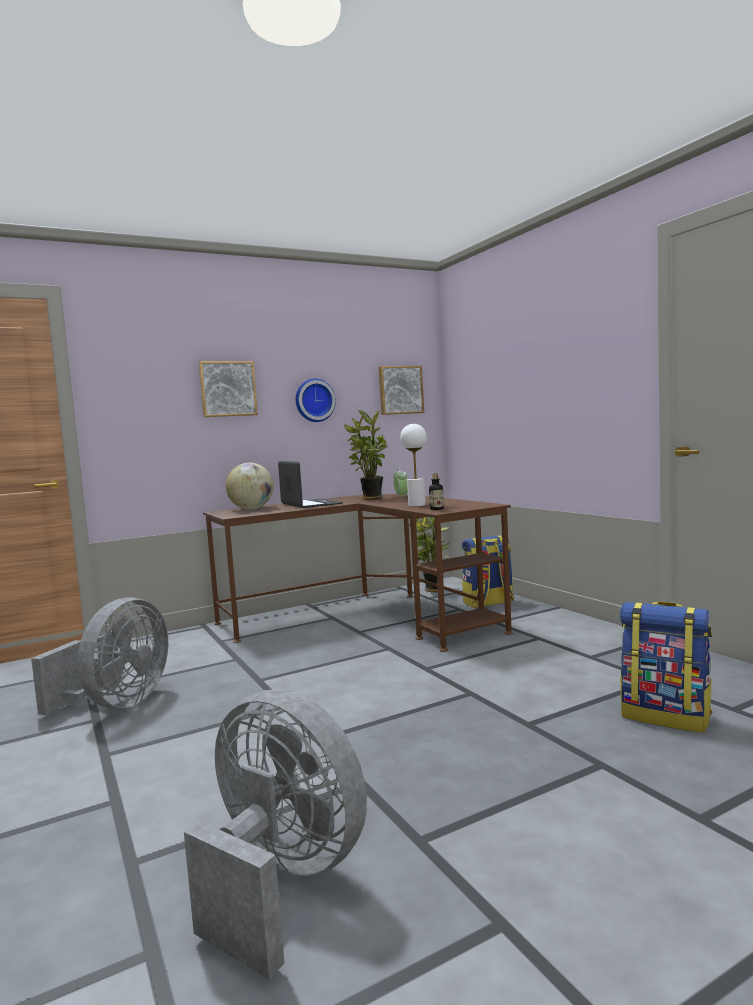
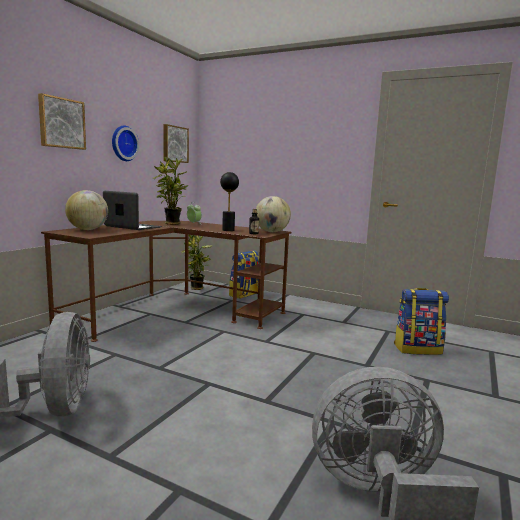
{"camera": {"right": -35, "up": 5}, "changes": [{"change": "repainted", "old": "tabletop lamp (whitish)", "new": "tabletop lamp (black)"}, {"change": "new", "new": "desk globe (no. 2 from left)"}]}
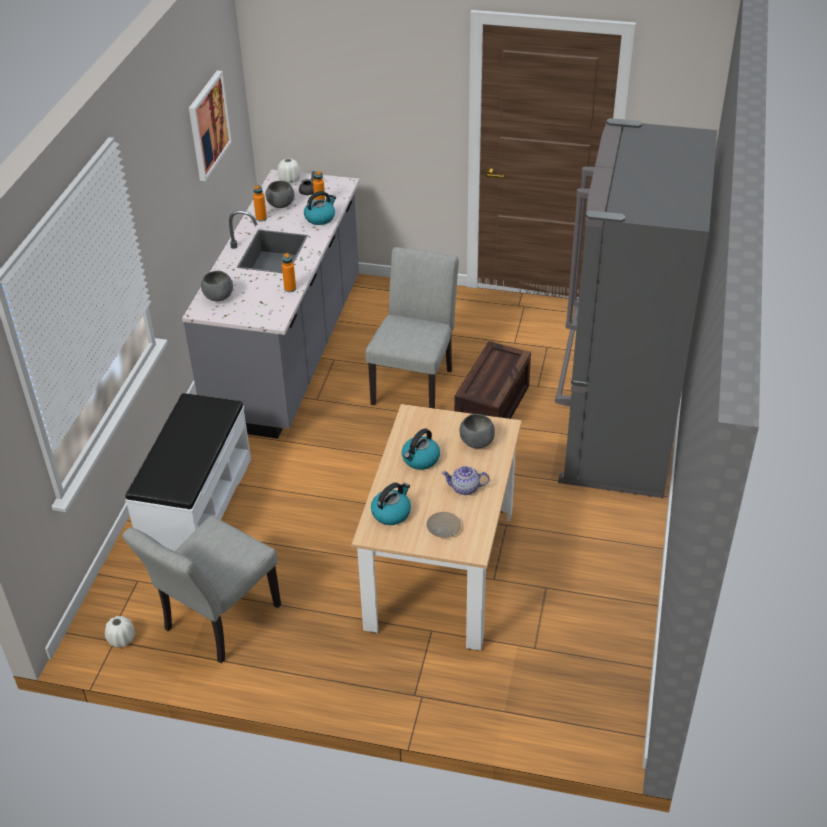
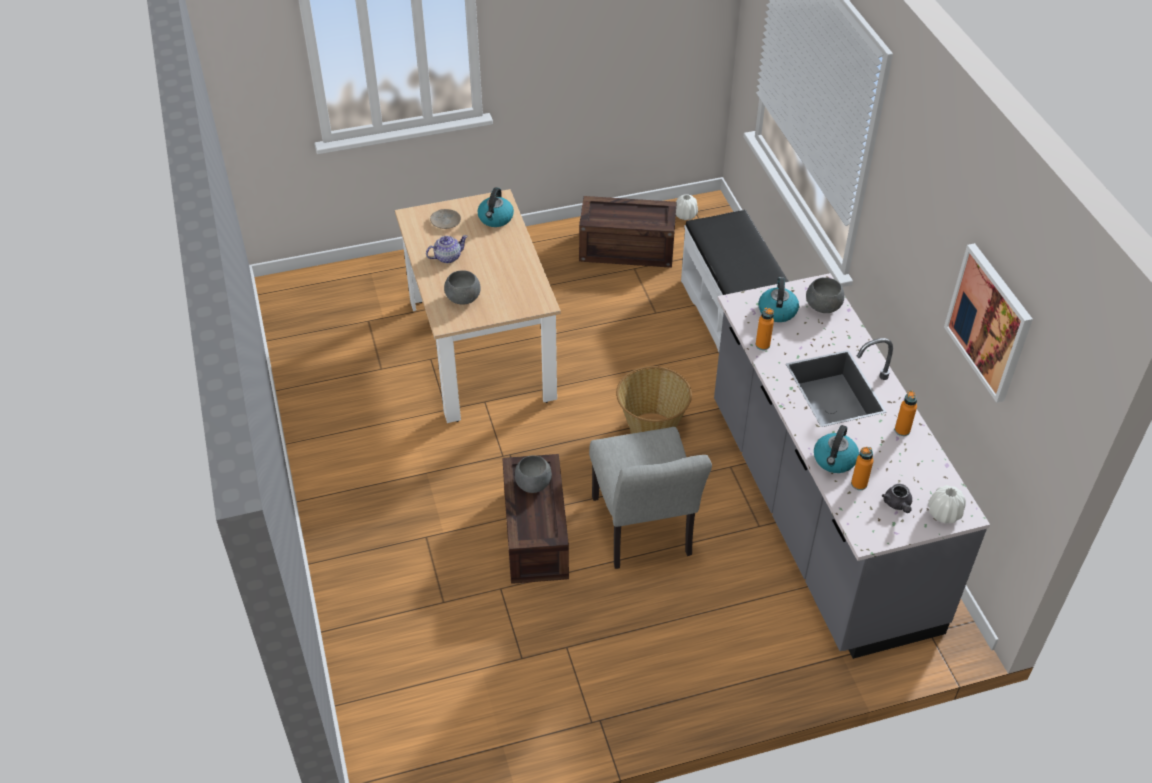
{"camera": {"right": 150, "up": 5}, "changes": [{"change": "swapped", "old": "plain chair (gray) (no. 1 from left)", "new": "shipping crate (no. 2 from left)"}, {"change": "shifted", "old": "deep dish (gray) (no. 2 from left)"}, {"change": "shifted", "old": "kettle (no. 3 from left in the first image)", "new": "kettle (no. 2 from left)"}, {"change": "gone", "old": "refrigerator (gray)"}, {"change": "new", "new": "household basket"}]}
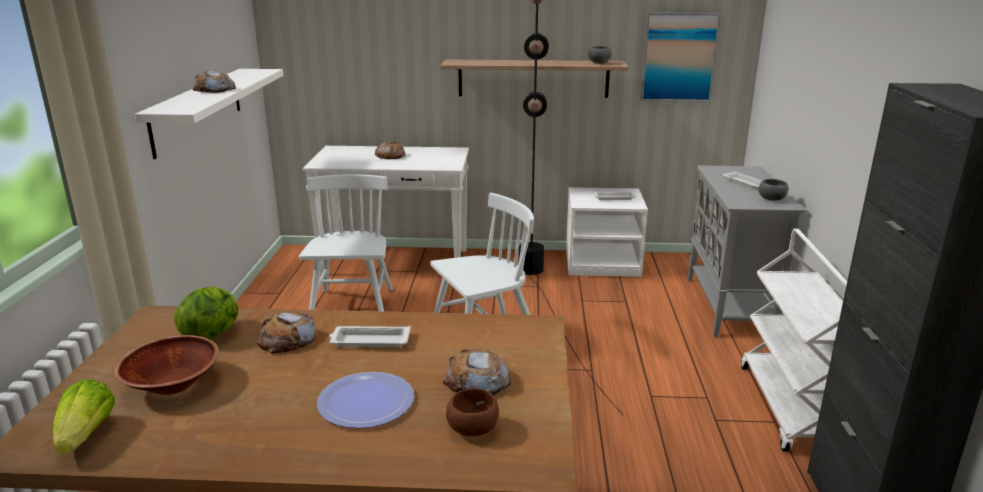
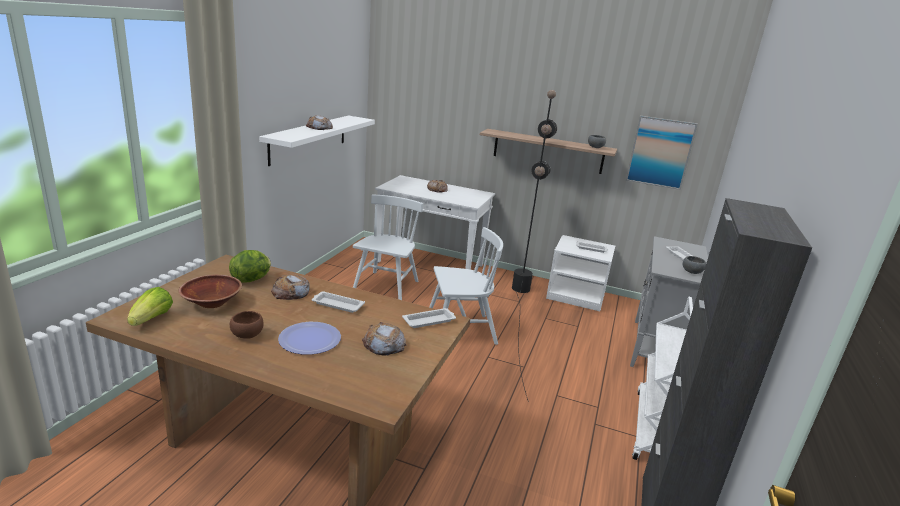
{"camera": {"right": 15, "up": 0}, "changes": [{"change": "shifted", "old": "deep dish (brown) (no. 2 from left)"}, {"change": "new", "new": "tray (whitish) (no. 2 from left)"}]}
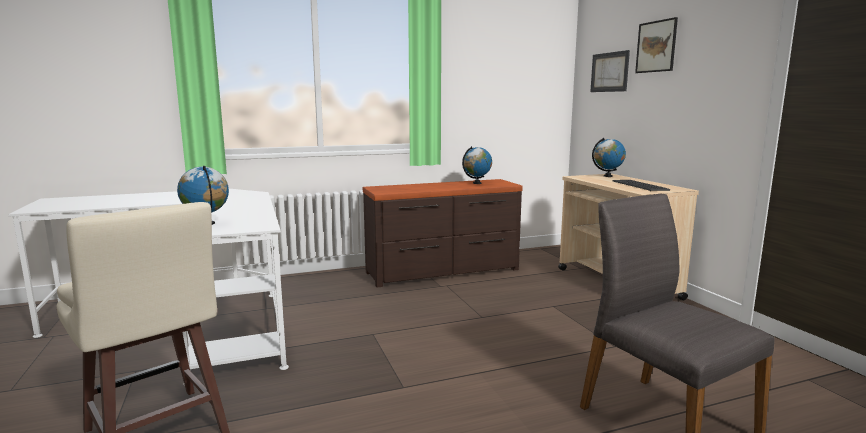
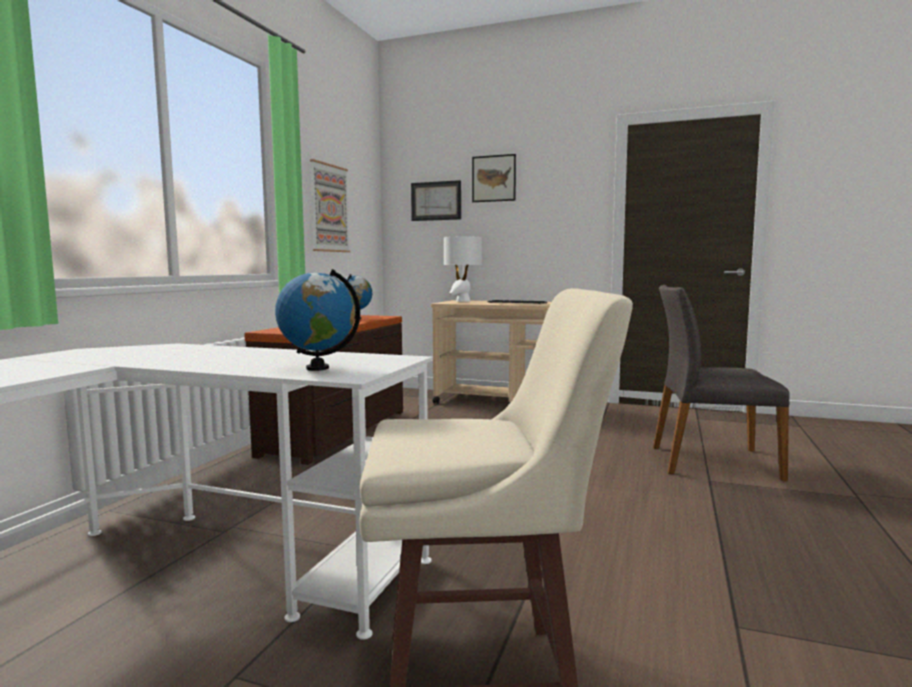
{"camera": {"right": -50, "up": -5}, "changes": [{"change": "swapped", "old": "desk globe (no. 3 from left)", "new": "tabletop lamp (whitish)"}, {"change": "new", "new": "wall art (no. 1 from left)"}]}
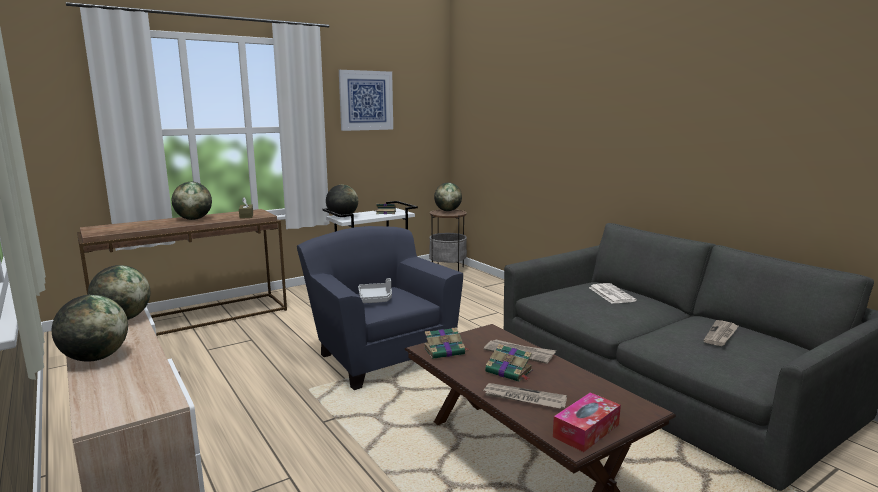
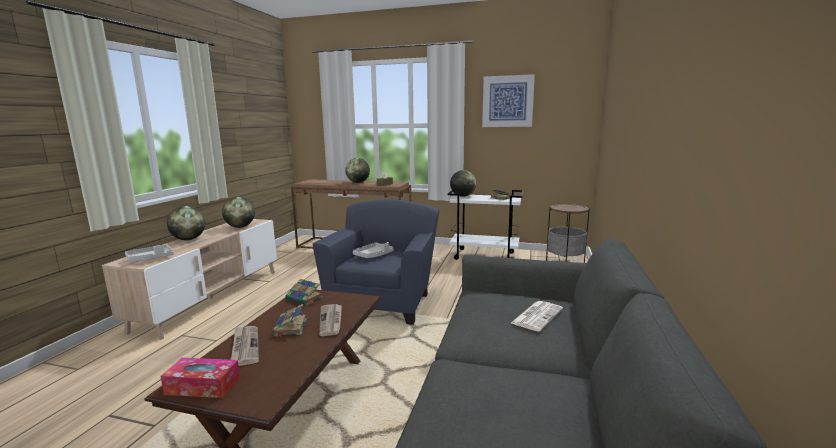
{"camera": {"right": 50, "up": 0}, "changes": [{"change": "gone", "old": "desk globe (no. 5 from left)"}, {"change": "gone", "old": "printed paper (no. 4 from left)"}, {"change": "new", "new": "tray (gray) (no. 1 from left)"}]}
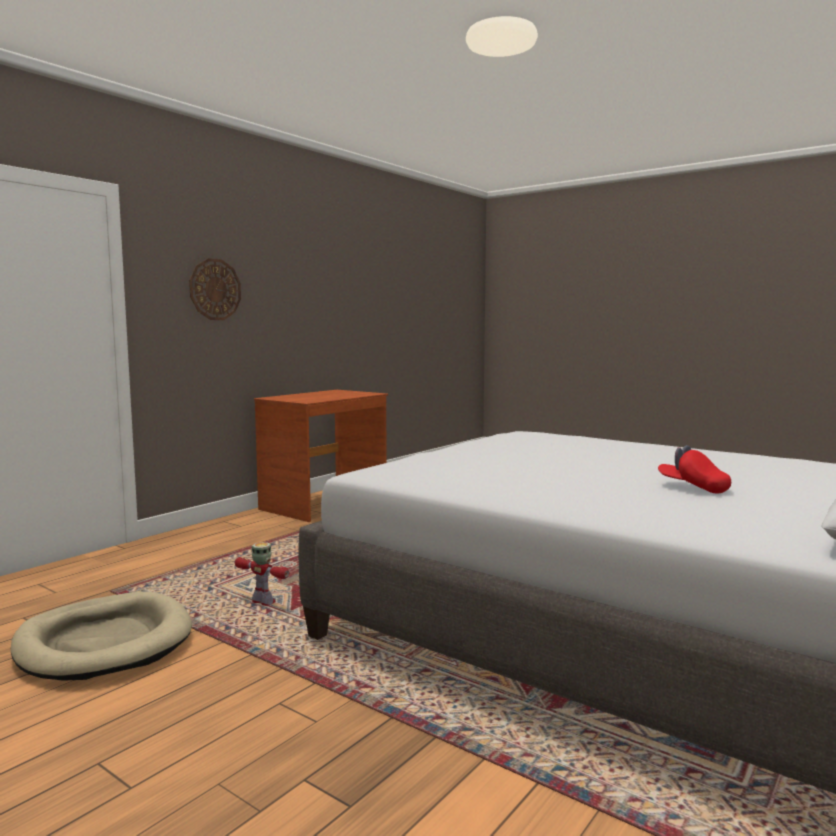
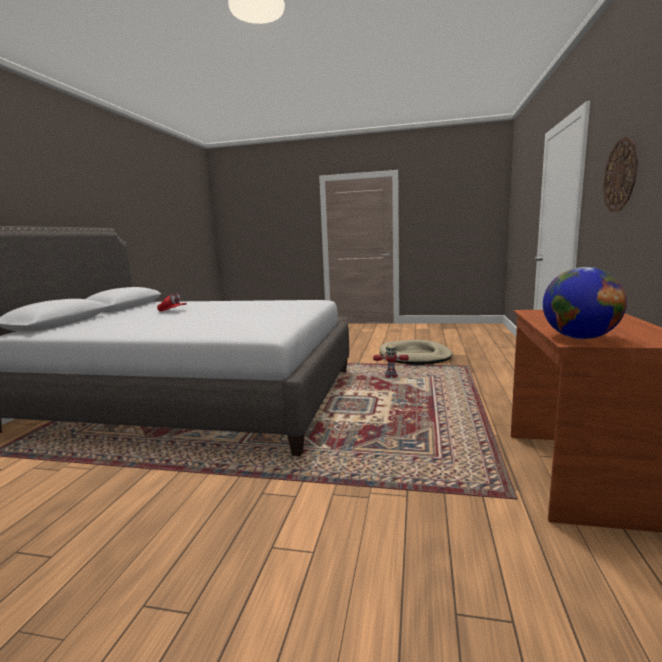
{"camera": {"right": 155, "up": 5}, "changes": [{"change": "new", "new": "desk globe"}]}
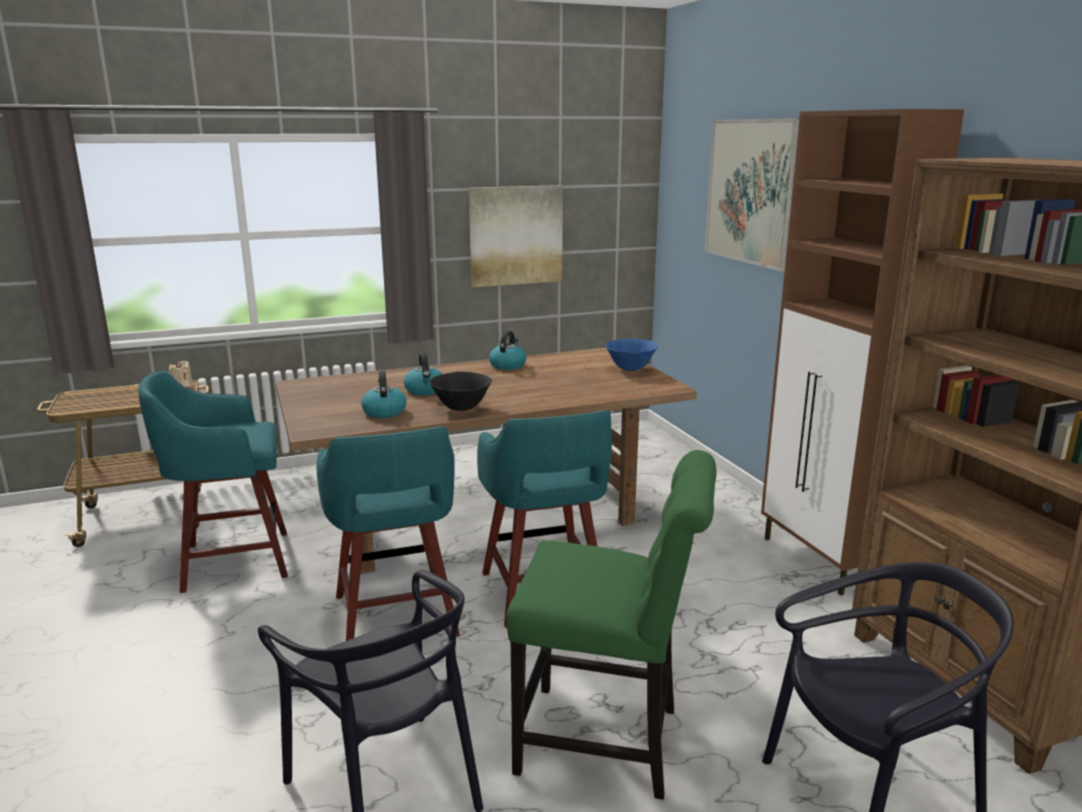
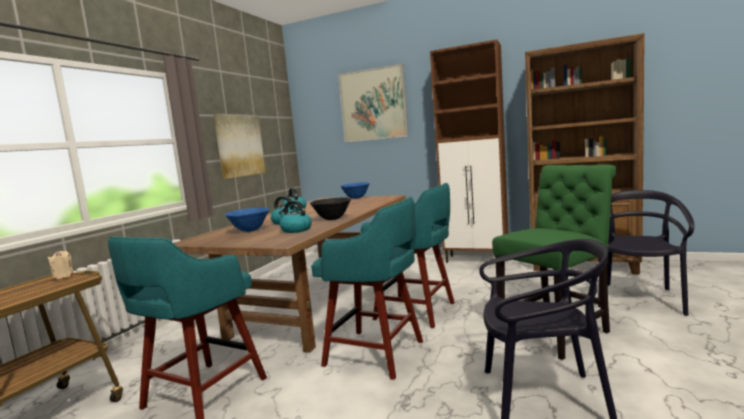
{"camera": {"right": -45, "up": -10}, "changes": [{"change": "new", "new": "deep dish (blue) (no. 1 from left)"}]}
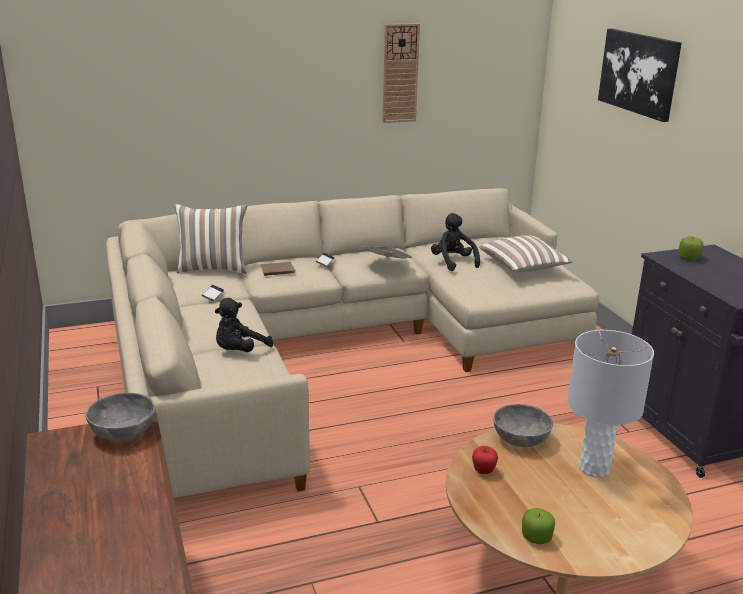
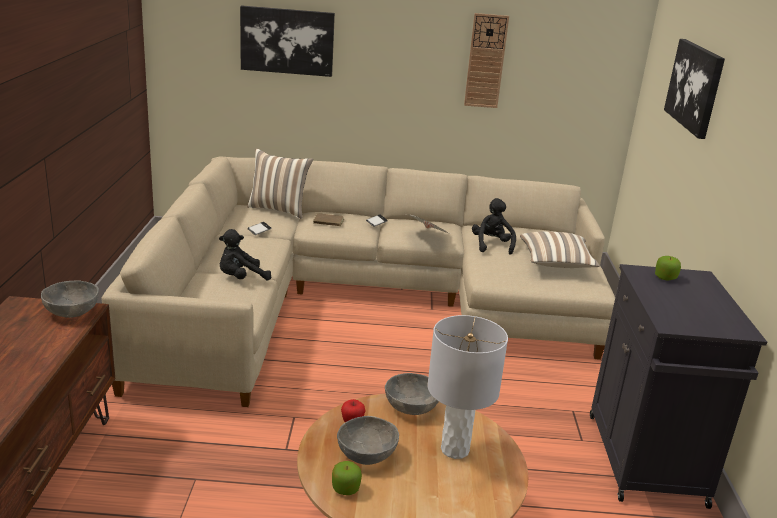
{"camera": {"right": 20, "up": 0}, "changes": [{"change": "new", "new": "wall art (no. 1 from left)"}, {"change": "new", "new": "deep dish (gray) (no. 2 from left)"}]}
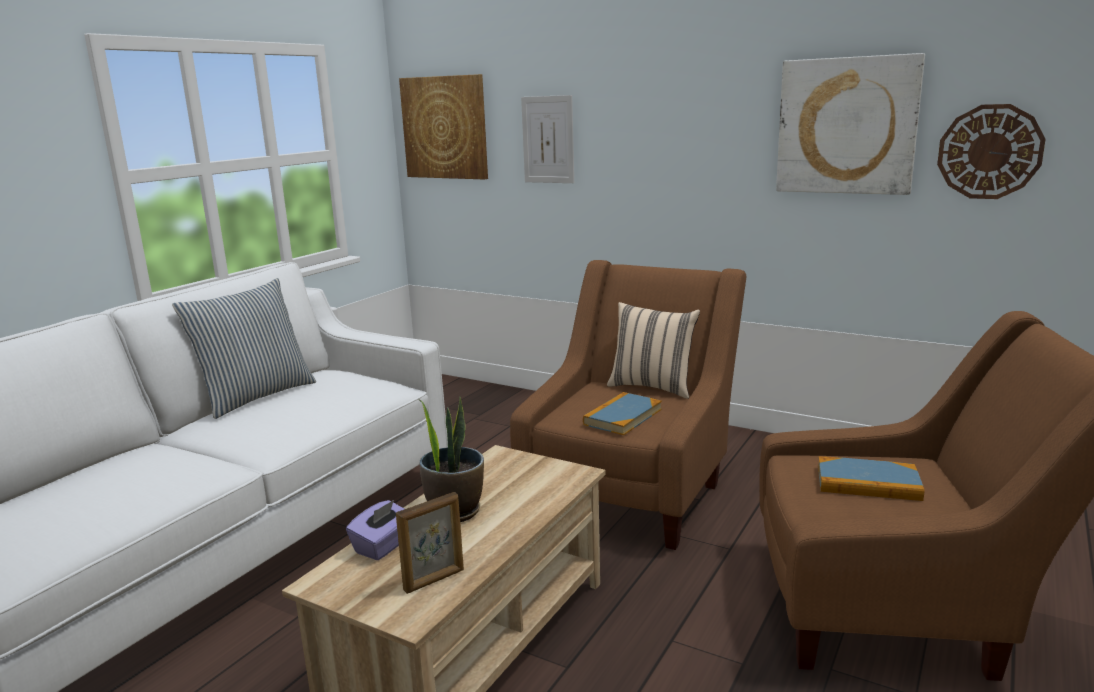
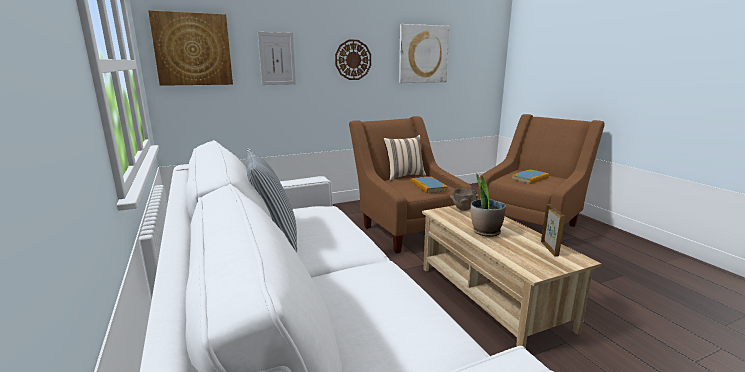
{"camera": {"right": -55, "up": 0}, "changes": [{"change": "gone", "old": "tissue holder (purple)"}, {"change": "shifted", "old": "hanging clock"}, {"change": "new", "new": "deep dish (brown)"}]}
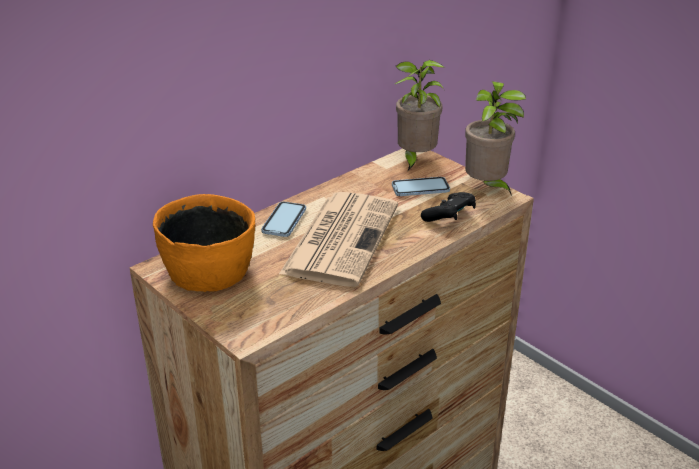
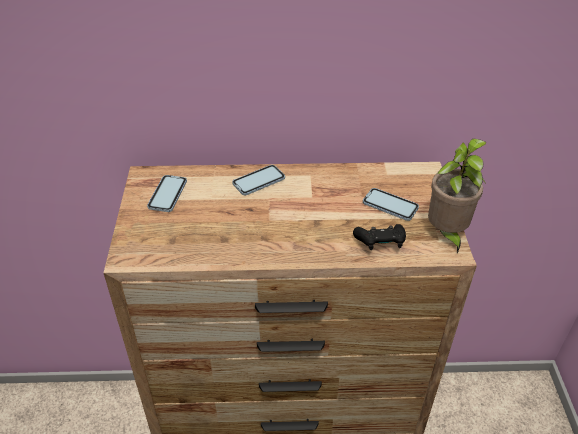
{"camera": {"right": 40, "up": 10}, "changes": [{"change": "swapped", "old": "deep dish (orangey)", "new": "handset (no. 1 from left)"}, {"change": "gone", "old": "printed paper"}, {"change": "gone", "old": "potted plant (no. 1 from left)"}]}
